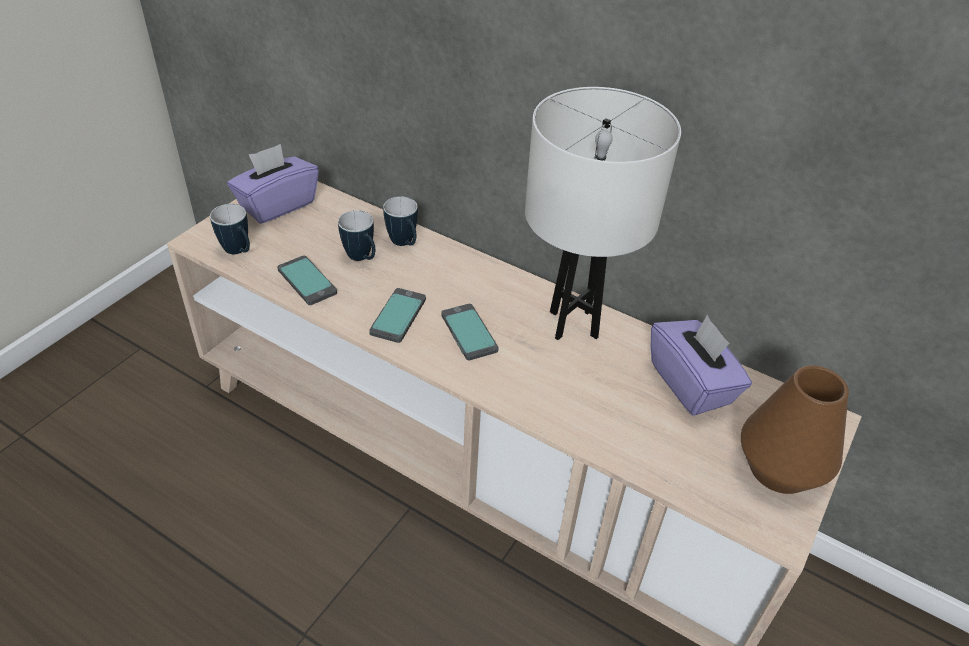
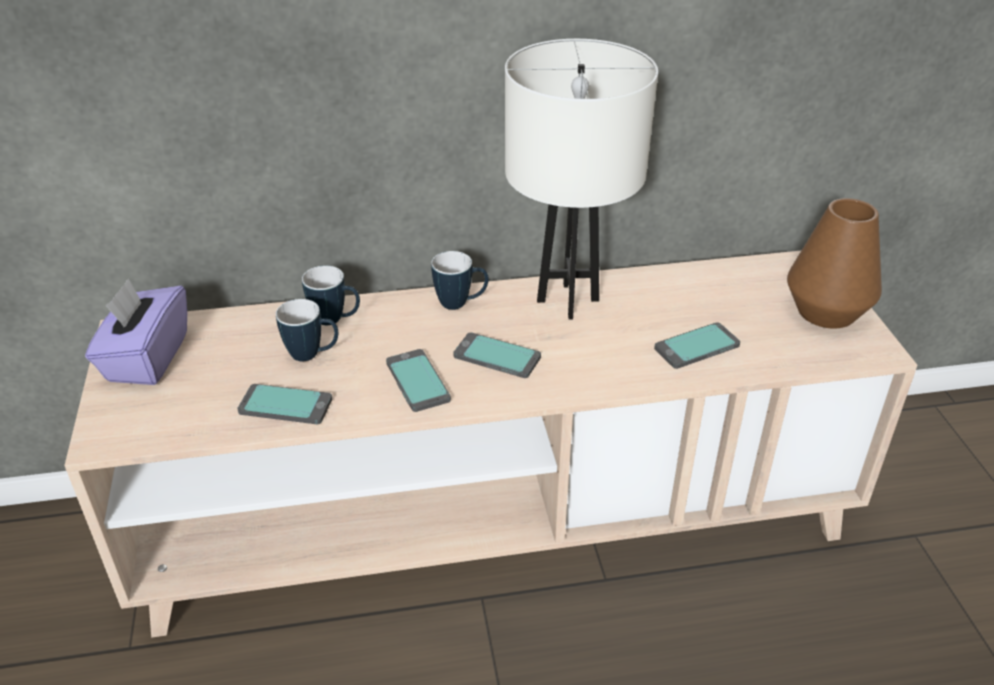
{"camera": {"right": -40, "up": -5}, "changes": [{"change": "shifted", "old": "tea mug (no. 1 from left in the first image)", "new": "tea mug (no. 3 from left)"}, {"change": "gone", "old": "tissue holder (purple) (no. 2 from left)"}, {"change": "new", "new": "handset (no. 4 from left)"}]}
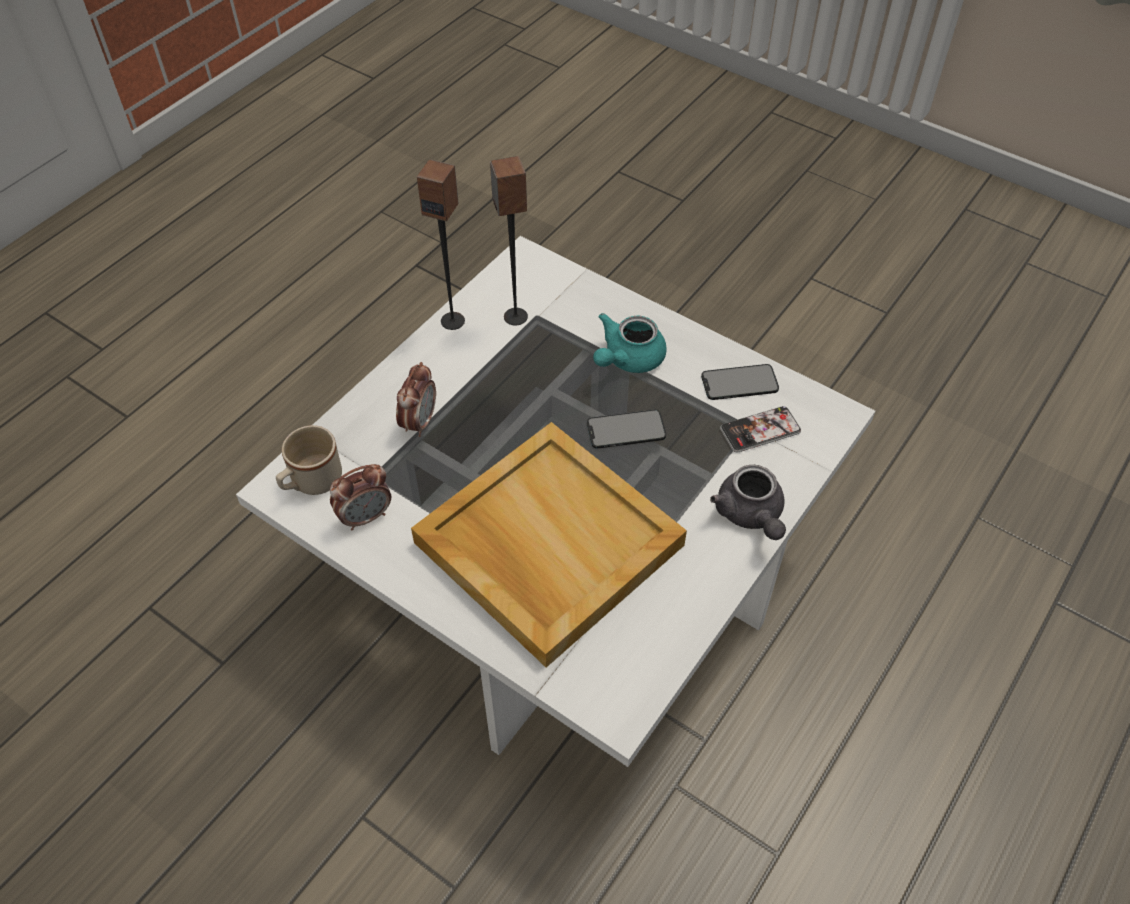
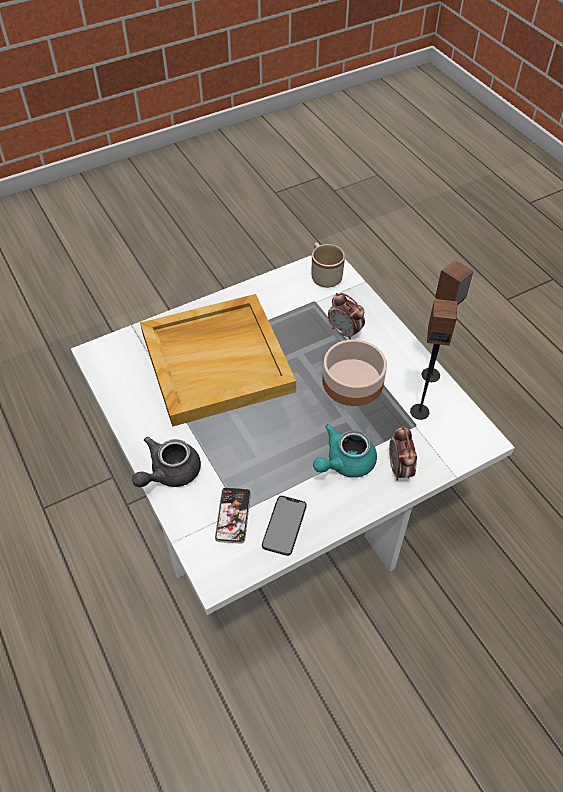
{"camera": {"right": 115, "up": 0}, "changes": [{"change": "shifted", "old": "alarm clock (no. 1 from left in the first image)", "new": "alarm clock (no. 2 from left)"}, {"change": "gone", "old": "handset (no. 1 from left)"}, {"change": "rotated", "old": "tea pot (blue-green)", "degrees": -105}, {"change": "rotated", "old": "tea pot (gray)", "degrees": -60}, {"change": "new", "new": "deep dish"}]}
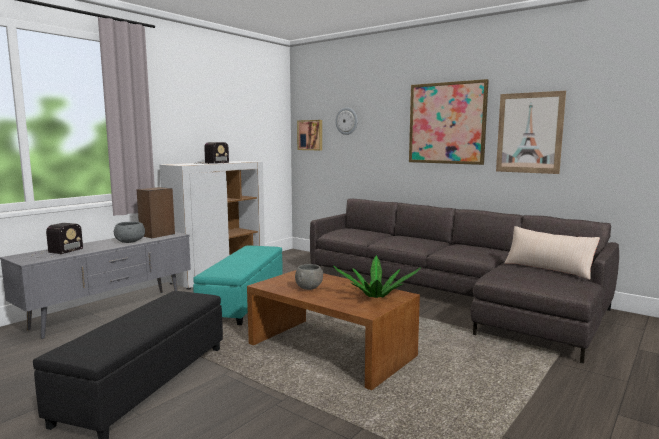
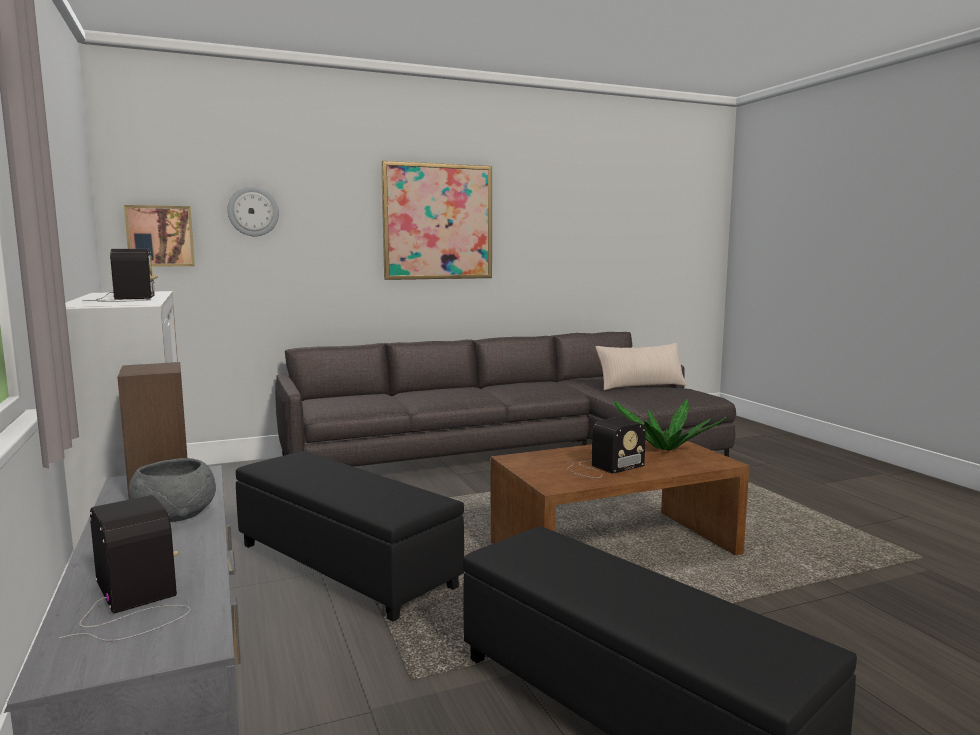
{"camera": {"right": -60, "up": 0}, "changes": [{"change": "repainted", "old": "footrest (blue-green)", "new": "footrest (black) (no. 1 from left)"}, {"change": "swapped", "old": "deep dish (gray) (no. 2 from left)", "new": "radio set (no. 3 from left)"}, {"change": "gone", "old": "wall art (no. 3 from left)"}]}
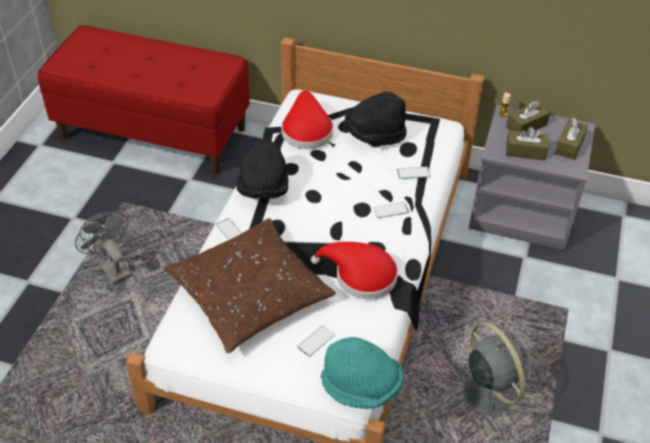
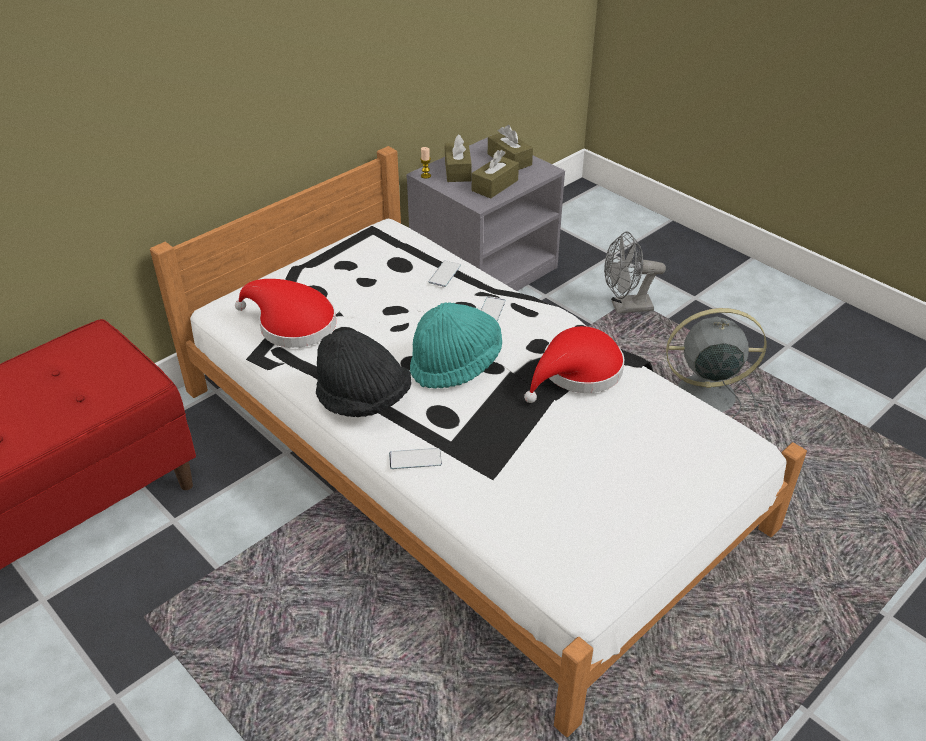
{"camera": {"right": -60, "up": -5}, "changes": [{"change": "shifted", "old": "cooling fan (gray) (no. 1 from left)"}, {"change": "gone", "old": "throw pillow (brown)"}, {"change": "gone", "old": "handset (no. 2 from left)"}, {"change": "shifted", "old": "wearable hat (blue-green)"}, {"change": "gone", "old": "wearable hat (black) (no. 2 from left)"}]}
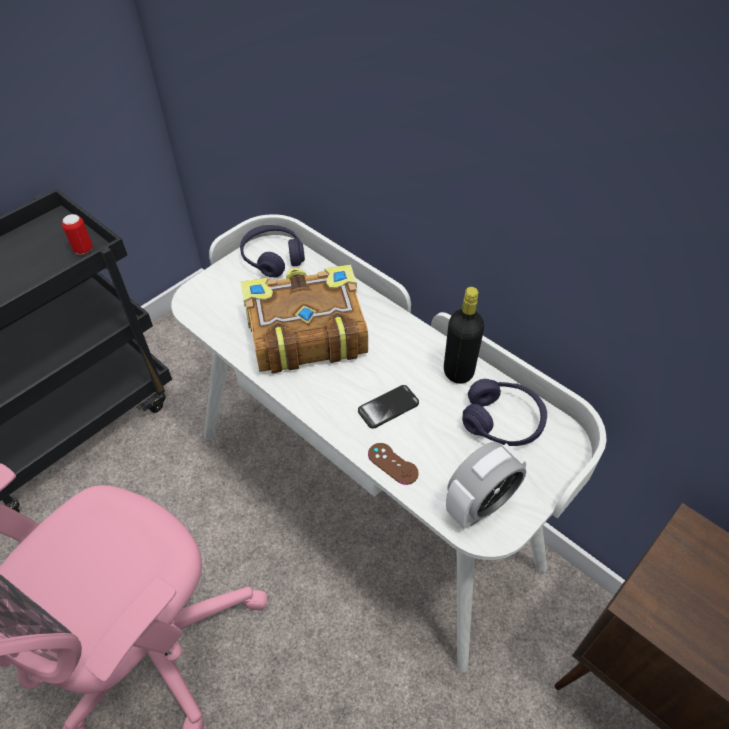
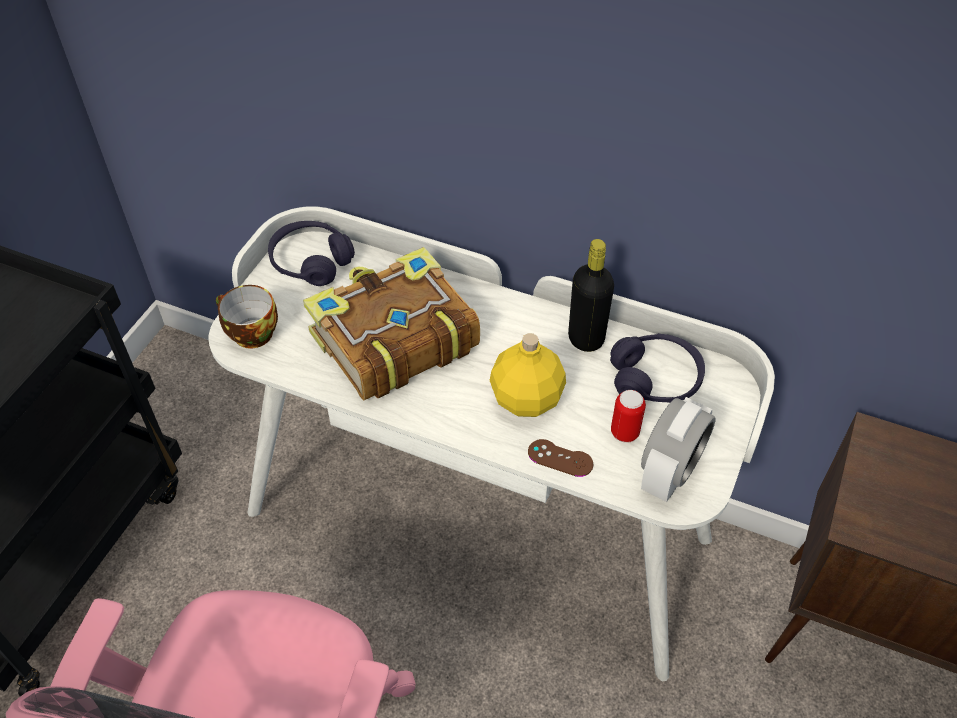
{"camera": {"right": -20, "up": 0}, "changes": [{"change": "shifted", "old": "sealed can"}, {"change": "swapped", "old": "handset", "new": "bottle (yellow-coloured)"}, {"change": "new", "new": "drinking cup"}]}
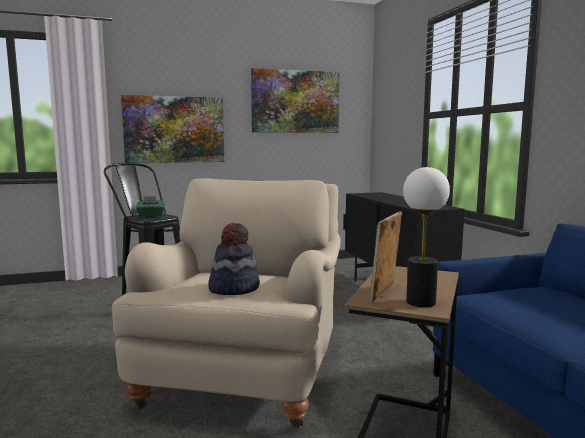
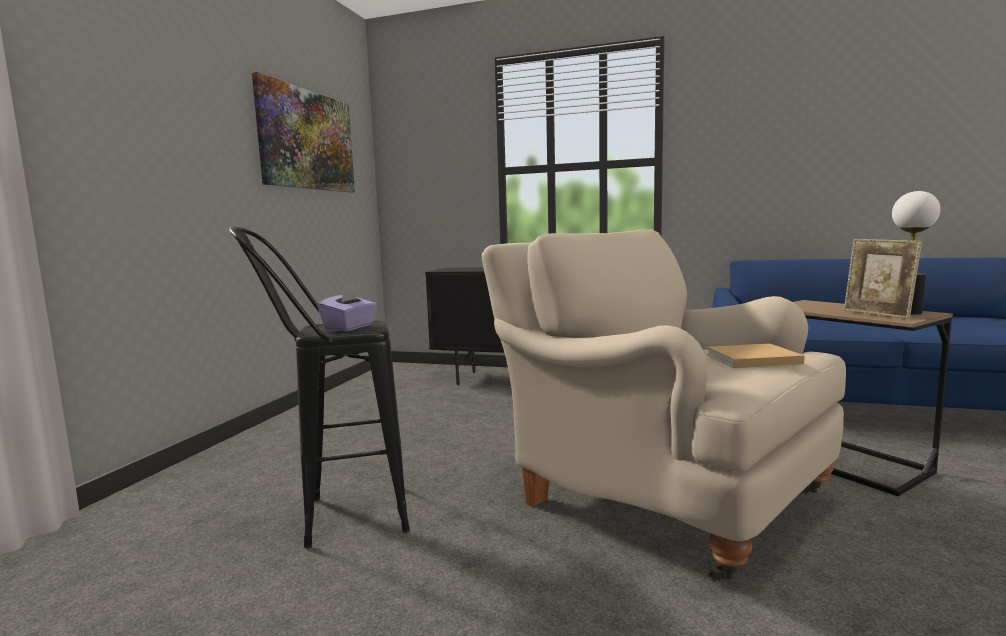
{"camera": {"right": -55, "up": 0}, "changes": [{"change": "gone", "old": "wall art (no. 1 from left)"}, {"change": "repainted", "old": "tissue holder (green-coloured)", "new": "tissue holder (purple)"}, {"change": "swapped", "old": "wearable hat", "new": "volume (beige)"}]}
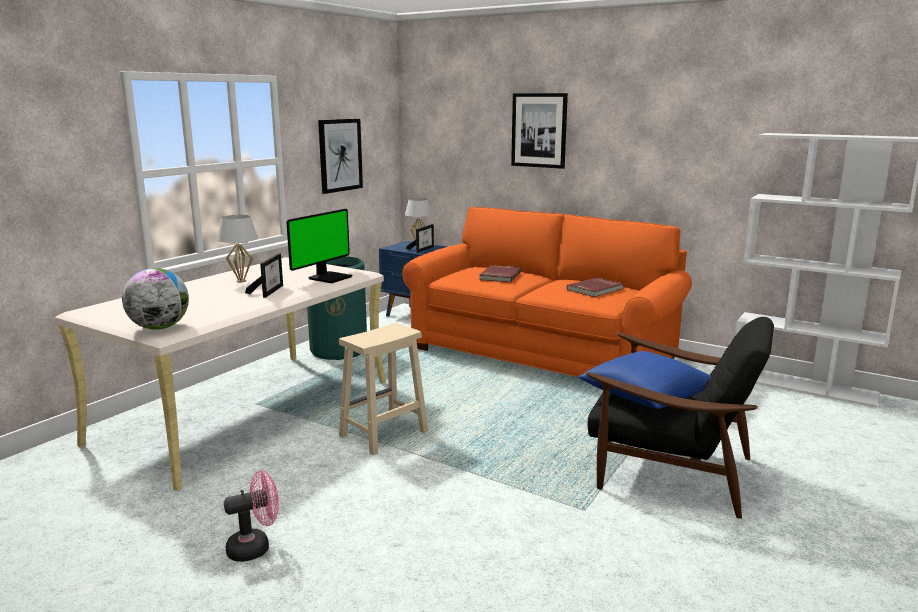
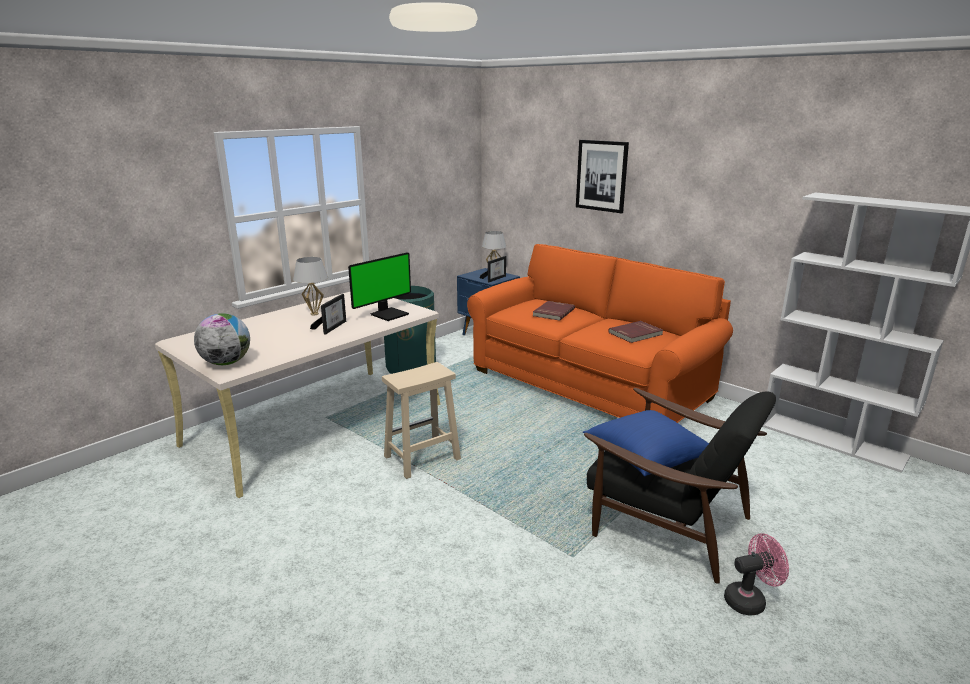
{"camera": {"right": 10, "up": 5}, "changes": [{"change": "shifted", "old": "cooling fan (pink-coloured)"}, {"change": "gone", "old": "wall art (no. 1 from left)"}]}
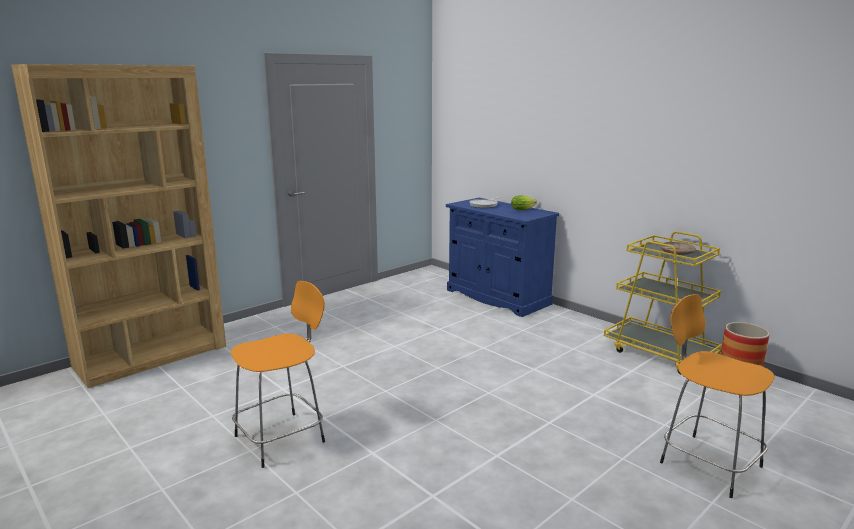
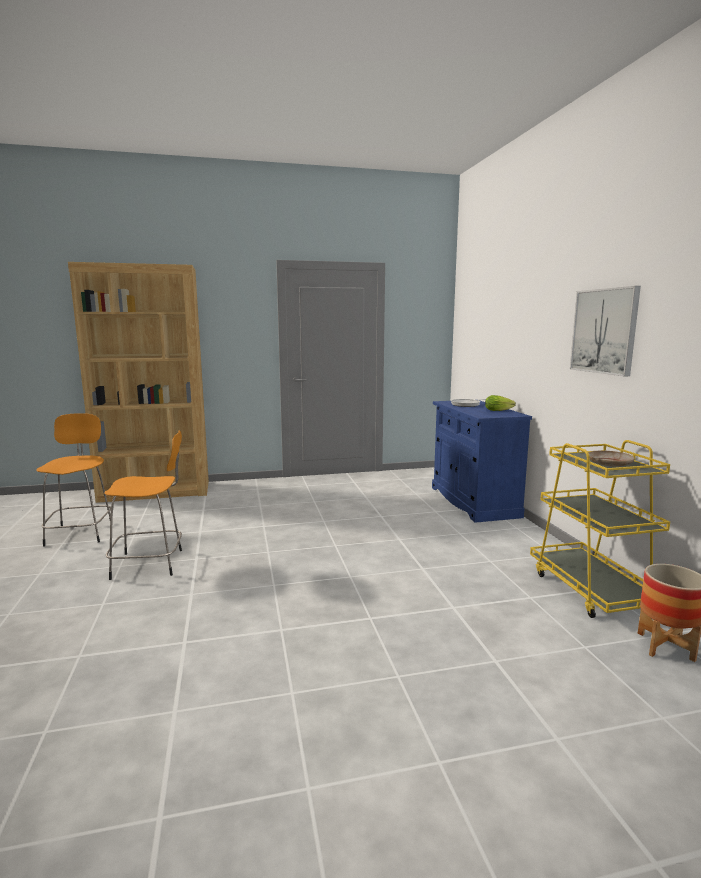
{"camera": {"right": 30, "up": -5}, "changes": [{"change": "shifted", "old": "stool (orangey) (no. 2 from left in the first image)", "new": "stool (orangey) (no. 1 from left)"}, {"change": "new", "new": "wall art"}]}
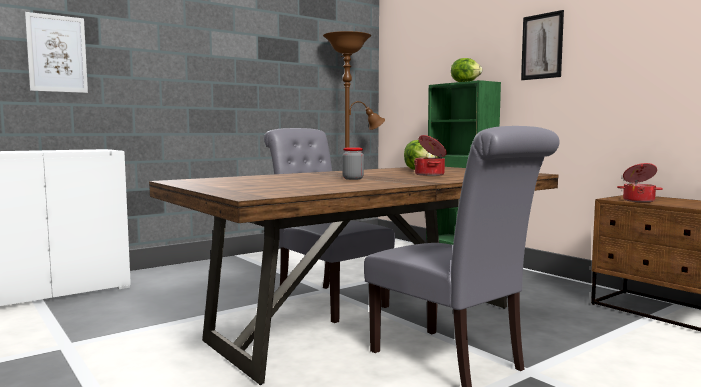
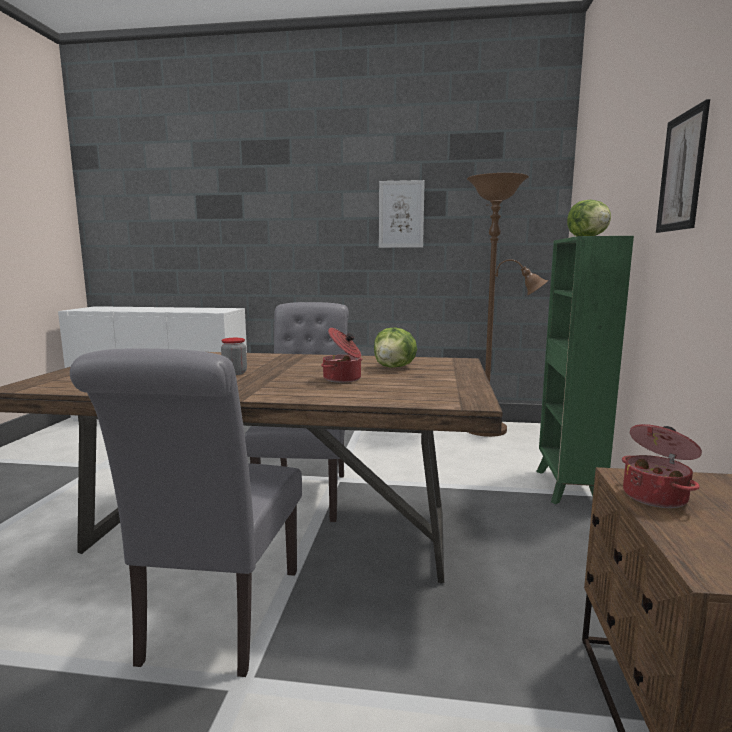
{"camera": {"right": 45, "up": 5}, "changes": [{"change": "shifted", "old": "wall art (no. 1 from left)"}]}
